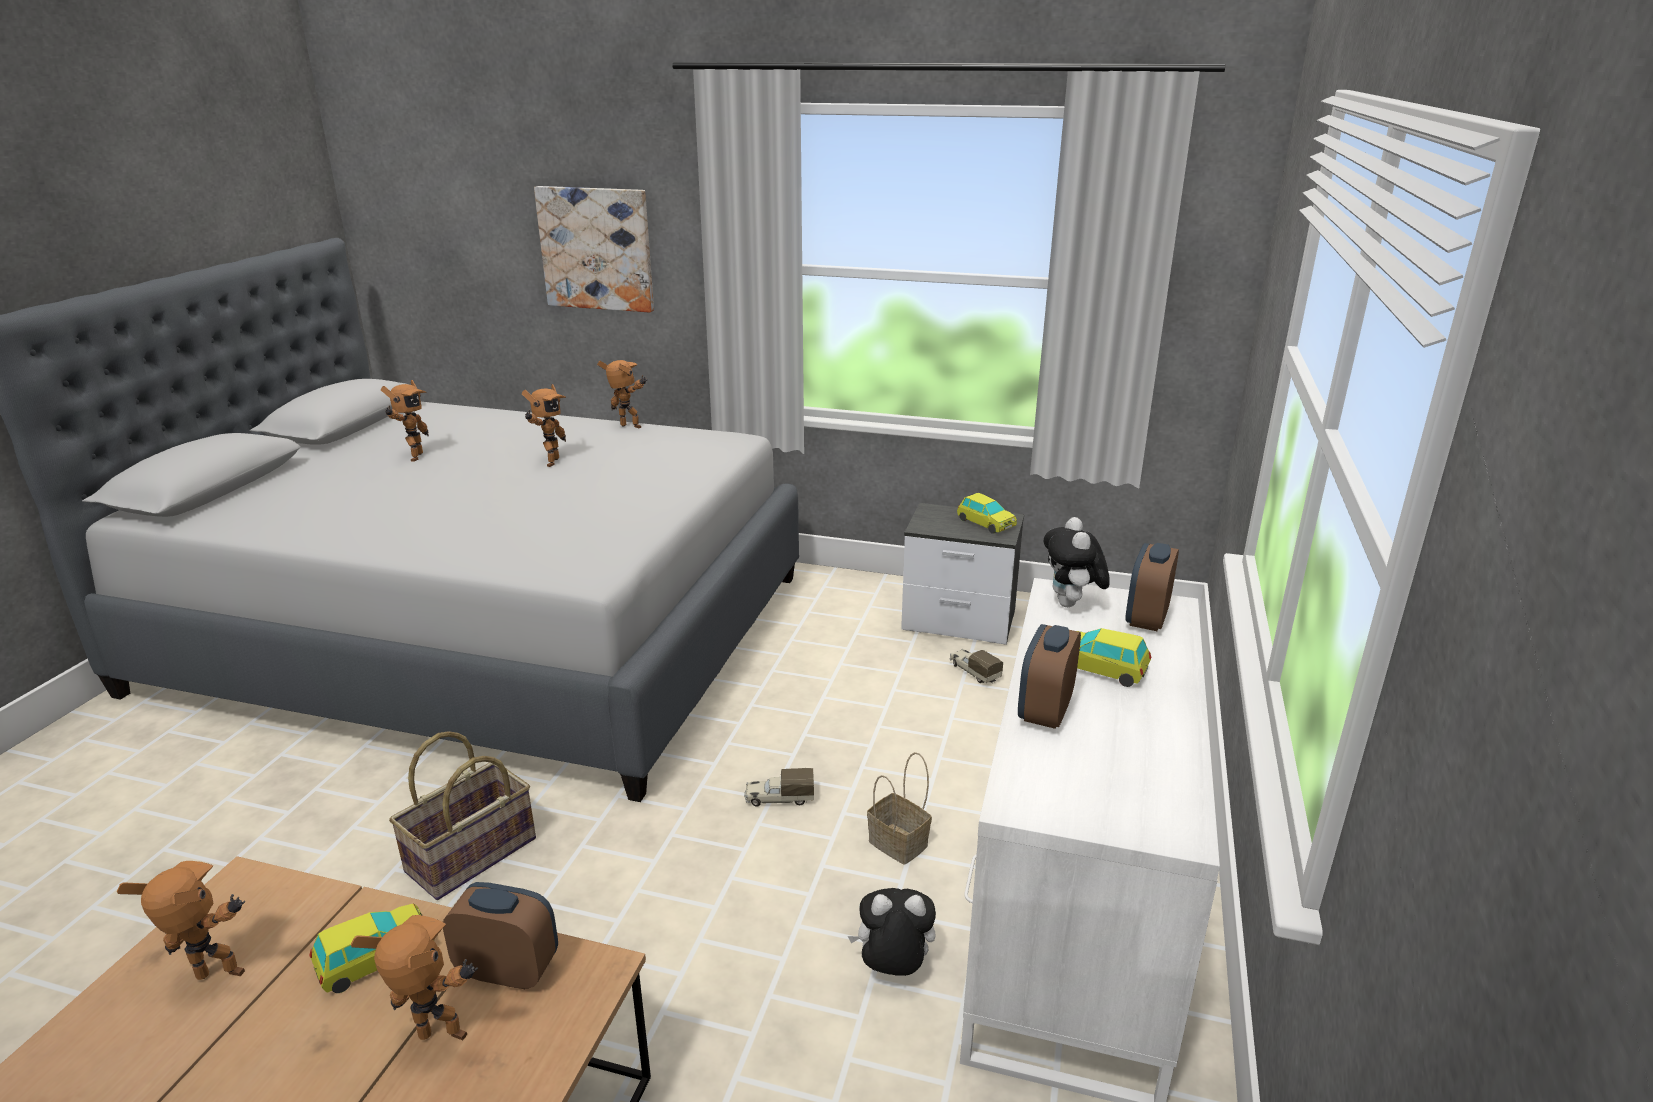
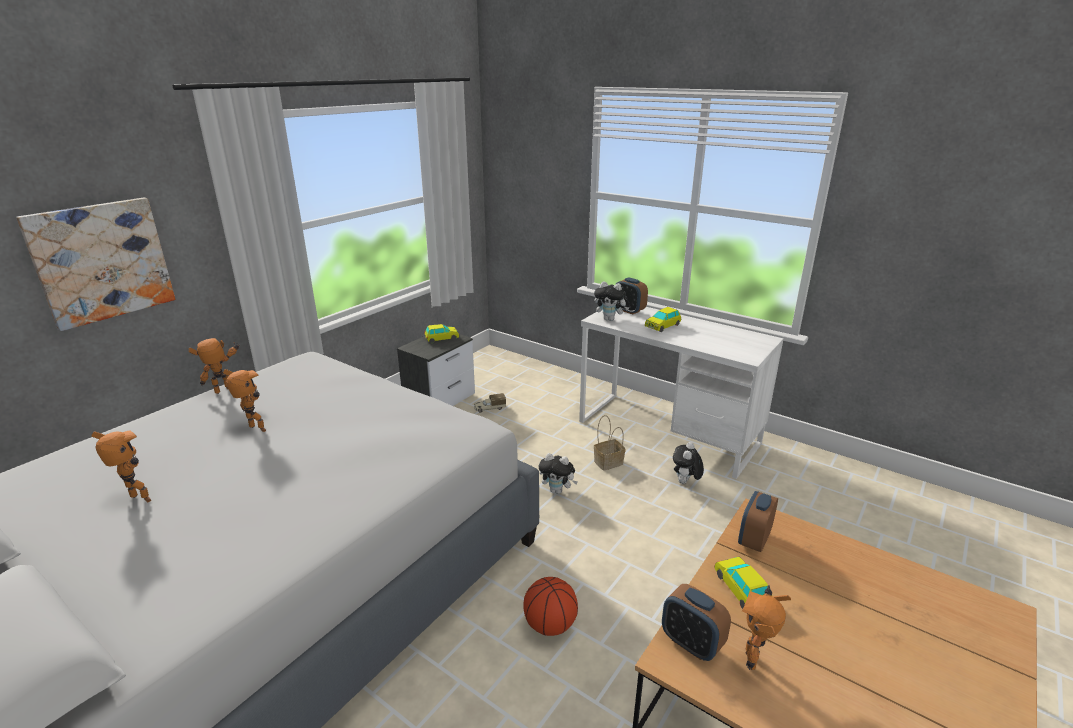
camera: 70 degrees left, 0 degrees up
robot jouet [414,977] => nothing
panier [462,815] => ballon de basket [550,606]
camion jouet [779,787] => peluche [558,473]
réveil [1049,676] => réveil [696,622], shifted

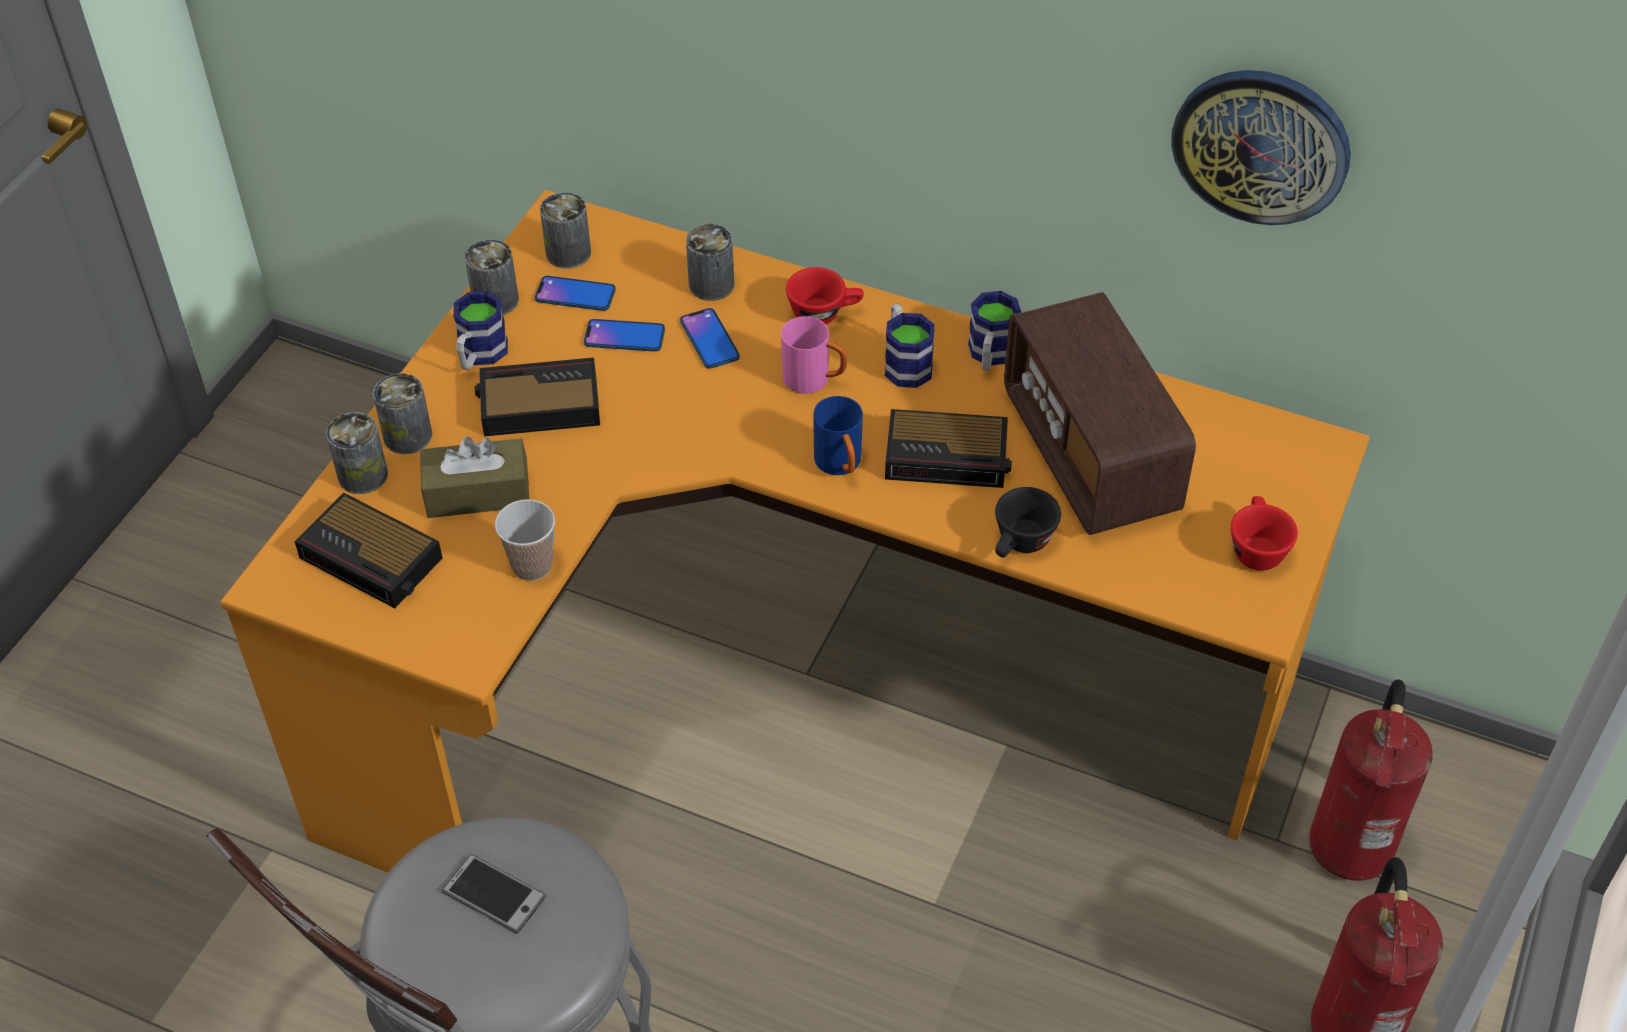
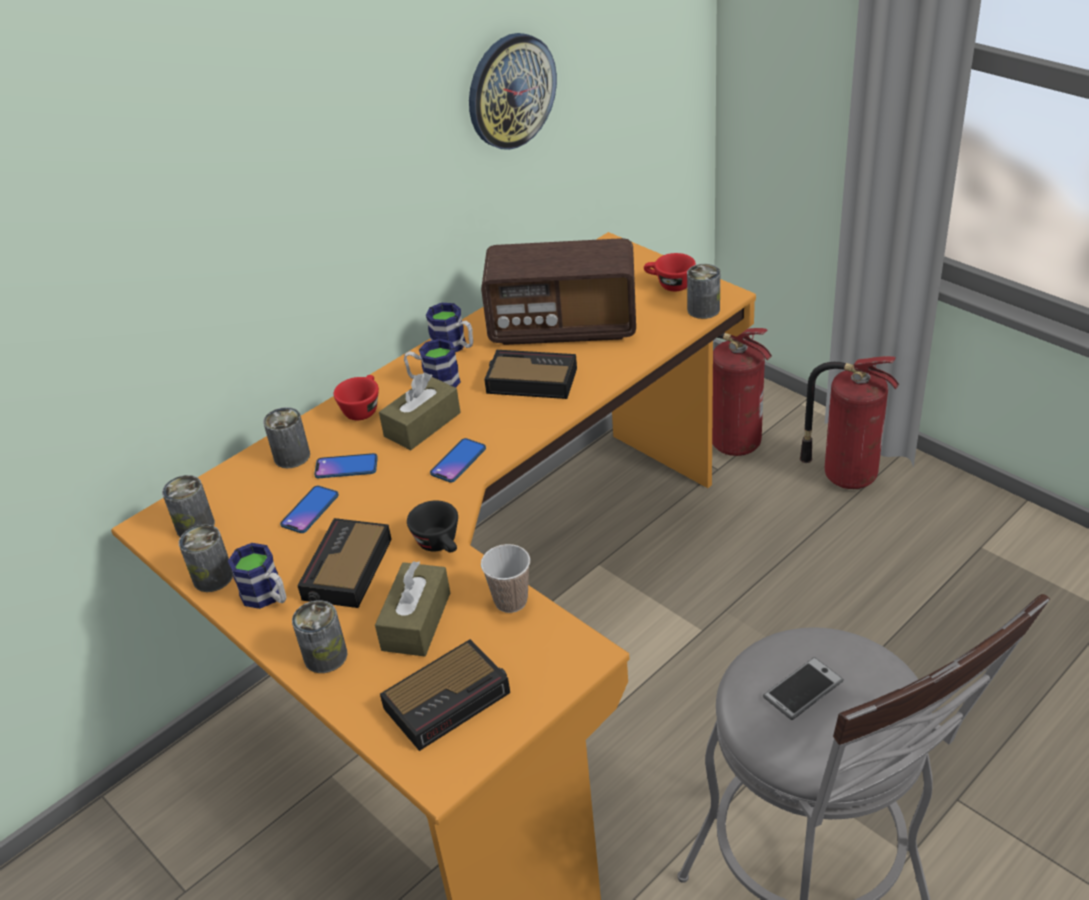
camera: 65 degrees left, 10 degrees down
boîte métallique [357,453] => boîte métallique [703,291], shifted
téléphone [575,293] => téléphone [458,460], shifted
mug (rose) [814,355] => boîte à mouchoirs (marron) [420,411]
mug (bleu) [838,435] => nothing
réveil [948,448] => réveil [530,374], 105 degrees counterclockwise
tasse (noir) [1028,522] => tasse (noir) [432,526], shifted

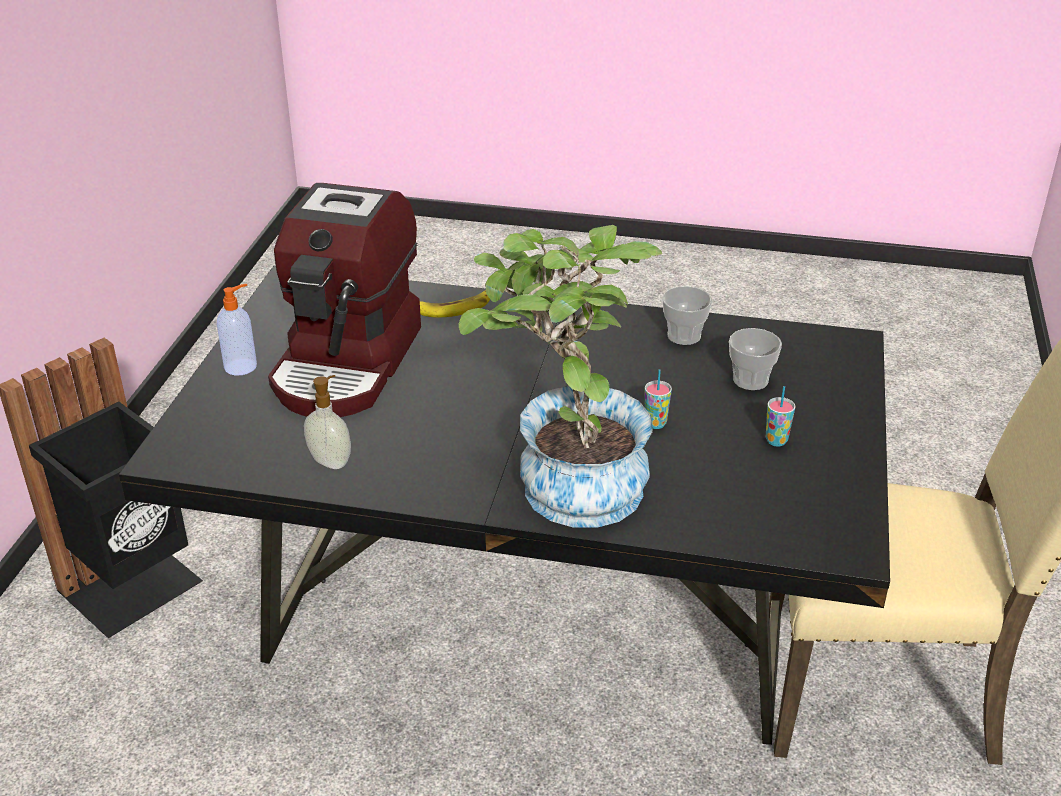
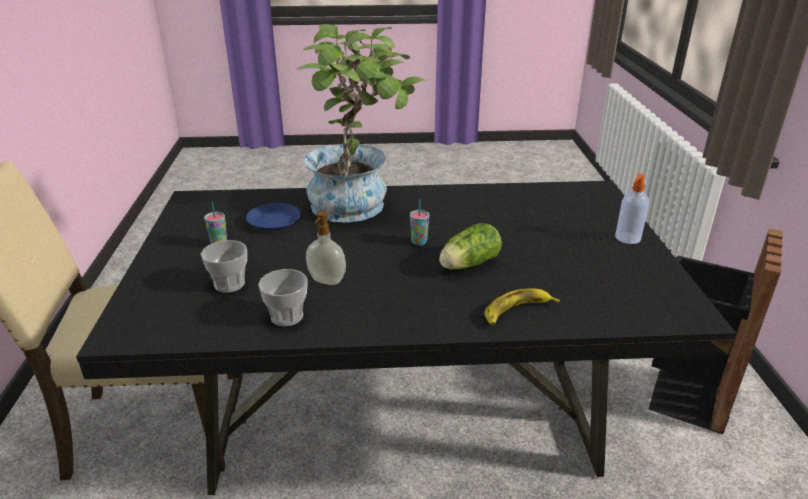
camera: 165 degrees right, 5 degrees down
machine à café [344,300] => nothing
distributeur de savon [327,422] => distributeur de savon [326,247], shifted
tasse [658,399] => tasse [419,222], shifted
nothing => assiette (bleu) [273,217]
nothing => laitue [470,246]

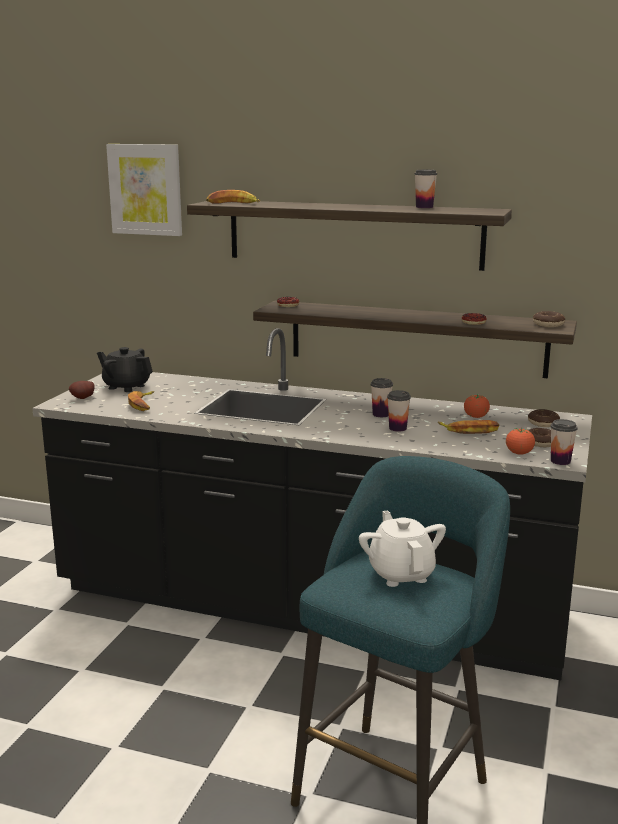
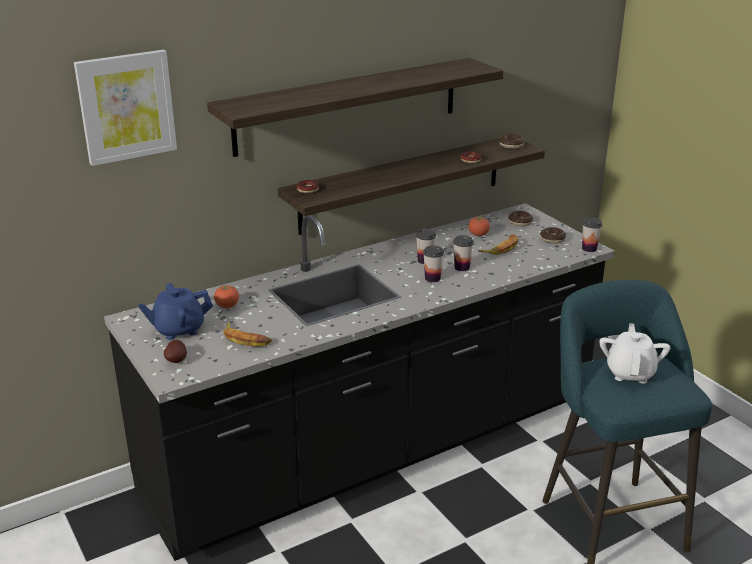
camera: 50 degrees left, 10 degrees up
théière (noir) [125,369] => théière (bleu) [175,311]
banane [233,196] => nothing
théière (blanc) [402,548] => théière (blanc) [635,353], 75 degrees clockwise
tasse [425,189] => tasse [433,264], shifted
tomate [520,441] => tomate [226,296], shifted

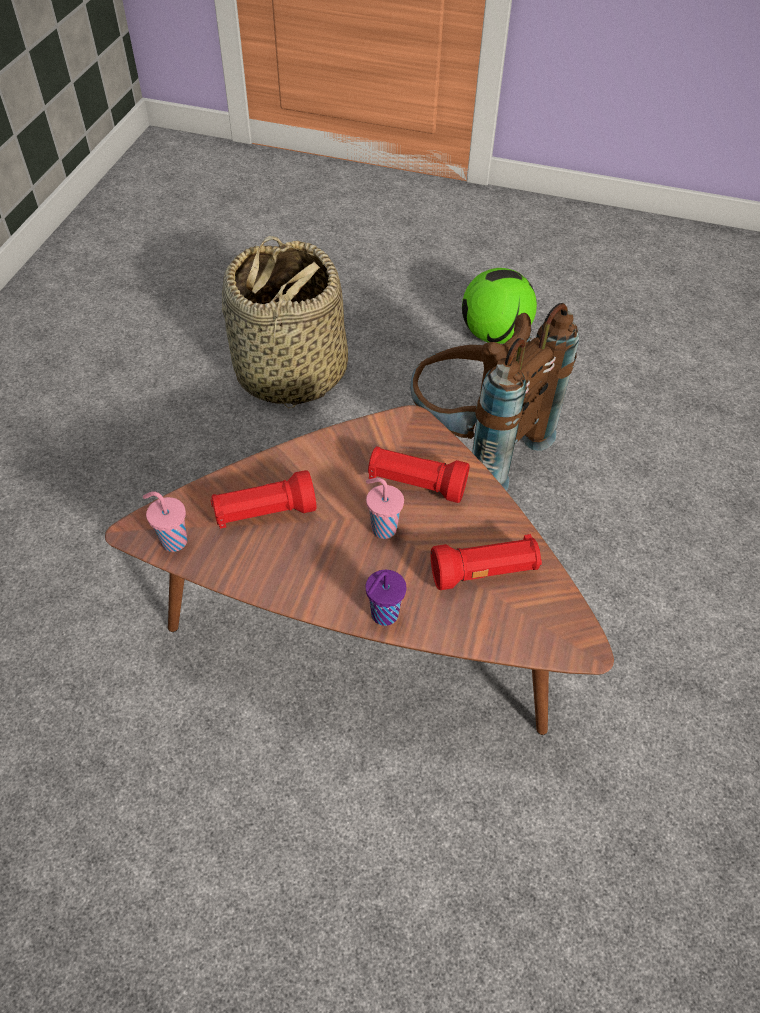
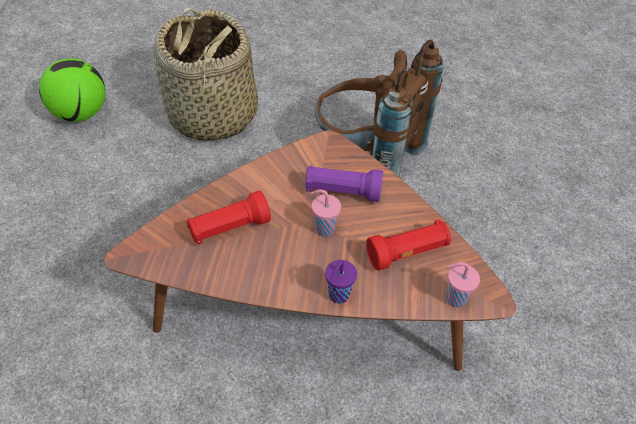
camera: 10 degrees left, 0 degrees up
tasse (rose) [165,521] => tasse (rose) [463,285], shifted
lampe de poche (rouge) [419,474] => lampe de poche (violet) [344,184]
ballon de foot [499,306] => ballon de foot [72,90], shifted

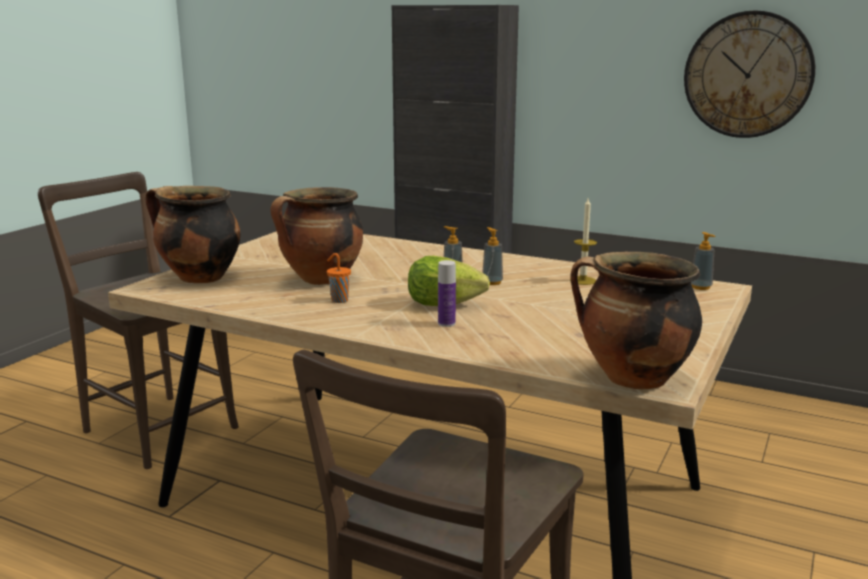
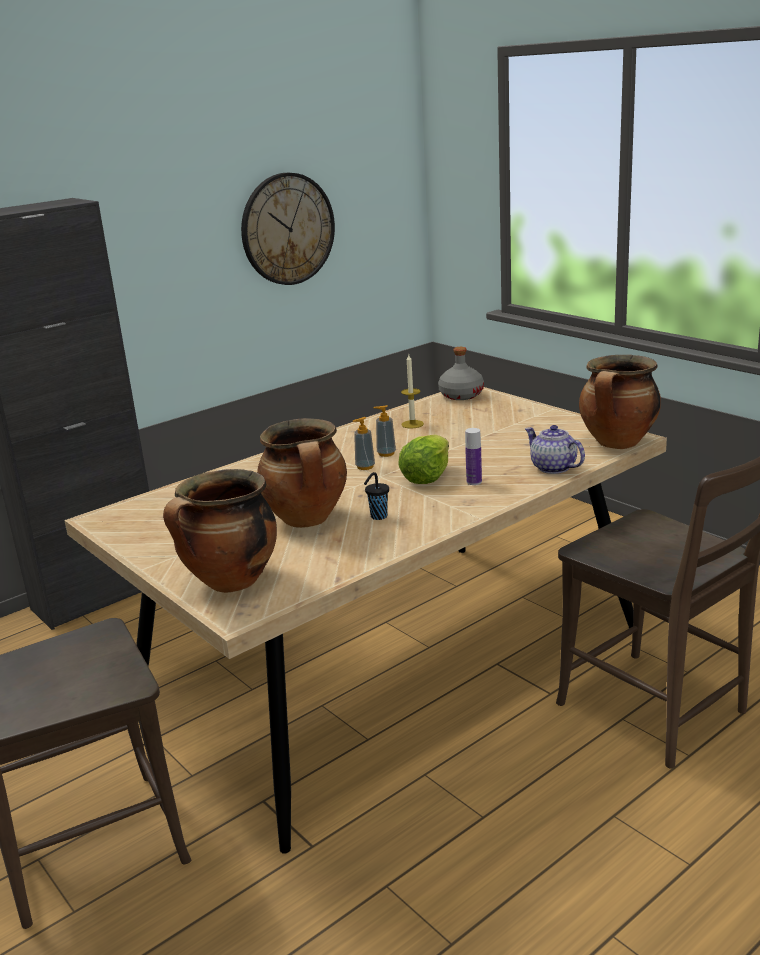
camera: 65 degrees left, 5 degrees up
tasse (orange) [339,278] => tasse (noir) [376,496]
distributeur de savon [703,261] => bouteille (gris) [461,373]
nothing => théière [555,449]

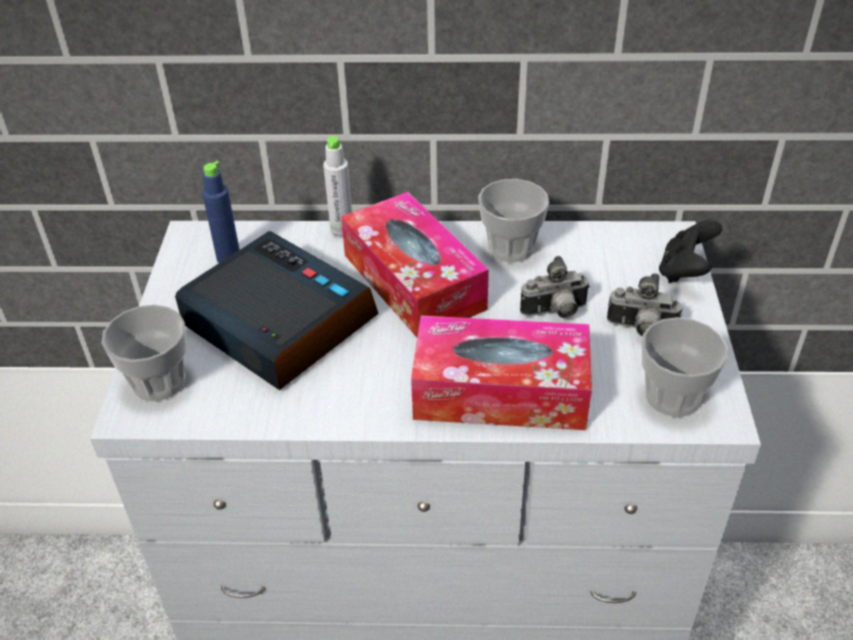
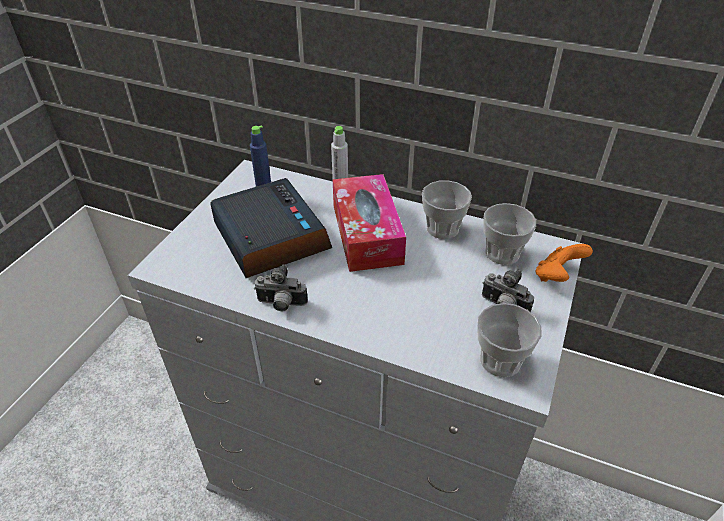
camera: 20 degrees right, 0 degrees up
tasse [143,353] => tasse [509,234], shifted
boîte à mouchoirs [501,373] => nothing
appareil photo [555,287] => appareil photo [281,288], shifted
manette (noir) [690,251] => manette (orange) [564,263]

